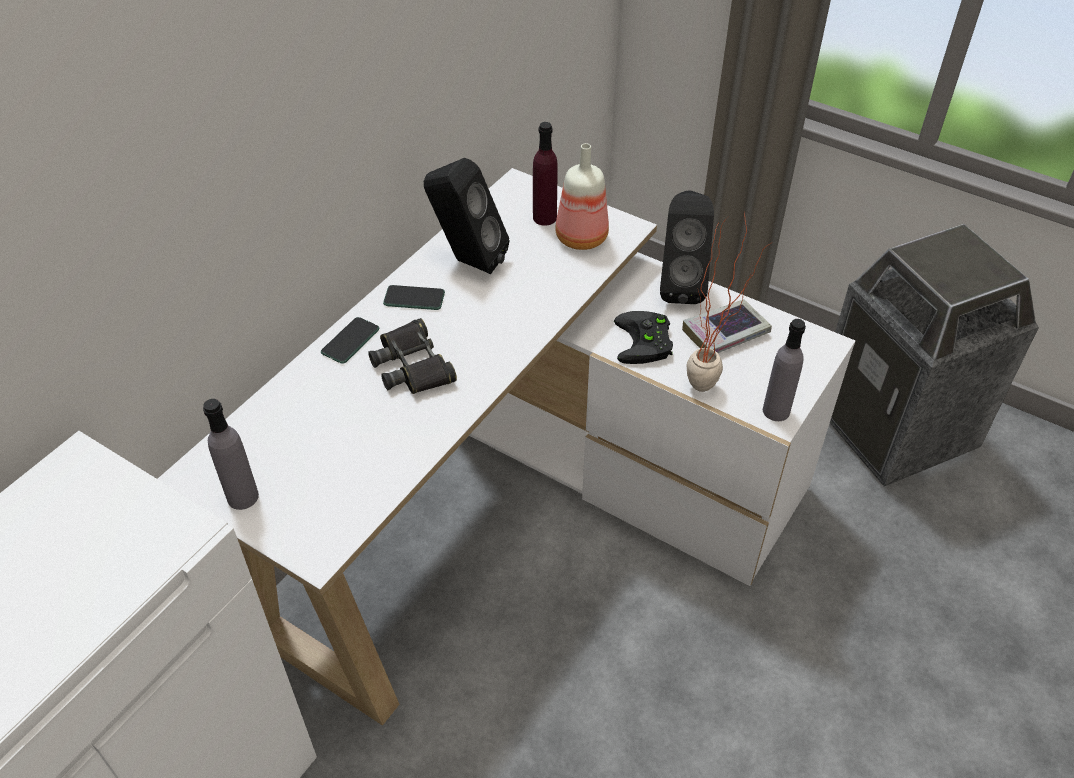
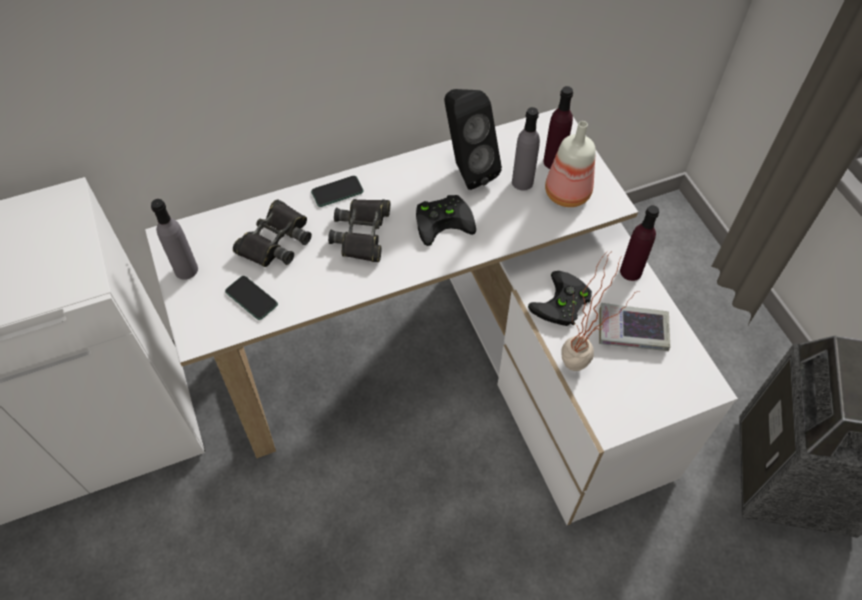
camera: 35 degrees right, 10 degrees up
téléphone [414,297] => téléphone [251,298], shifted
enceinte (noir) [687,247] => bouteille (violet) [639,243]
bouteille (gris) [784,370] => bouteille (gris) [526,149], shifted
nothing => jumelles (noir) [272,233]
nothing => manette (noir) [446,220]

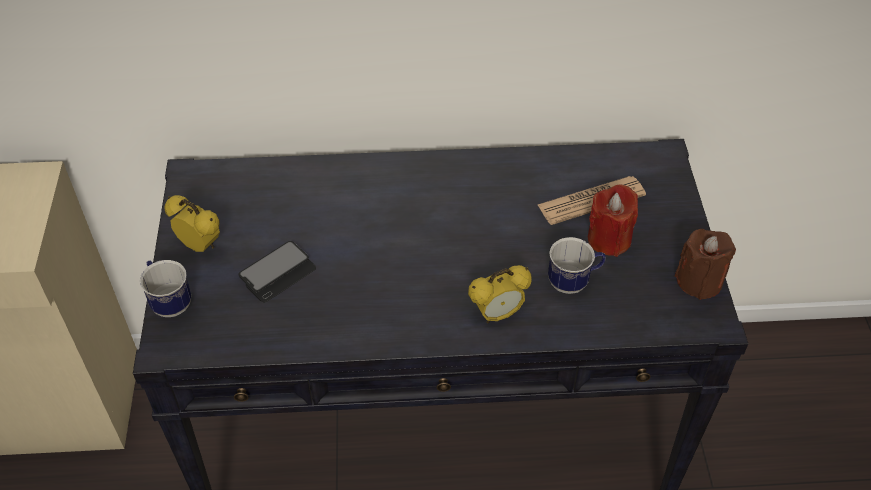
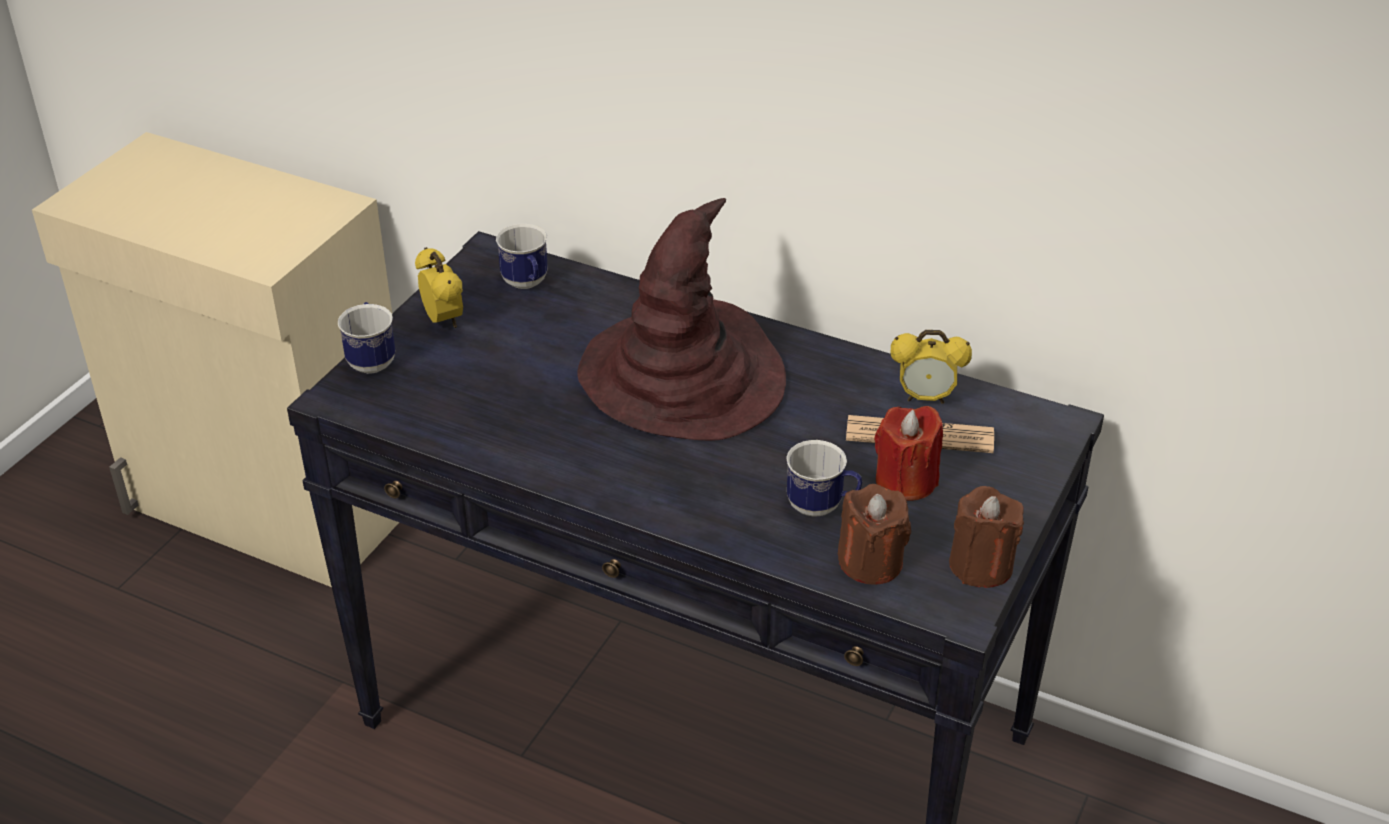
camera: 30 degrees right, 10 degrees down
téléphone [277,272] => nothing
réveil [499,294] => réveil [931,367], shifted
nothing => mug [522,256]
nothing => chapeau (marron) [682,319]
nothing => bougie (marron) [874,534]

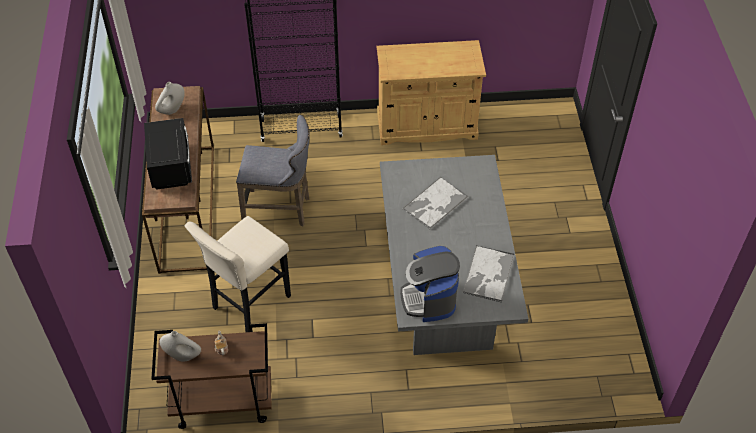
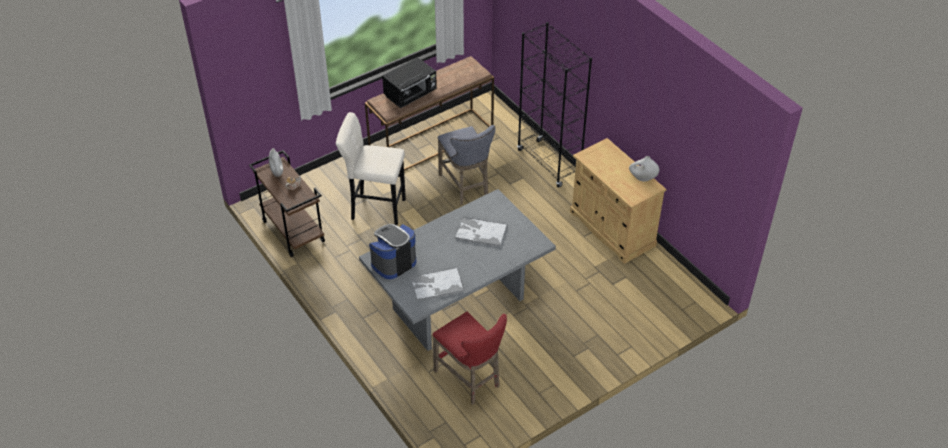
camera: 60 degrees right, 5 degrees down
vase (blanc) [170,98] => vase (blanc) [644,169], shifted
nothing => tabouret (rouge) [469,358]

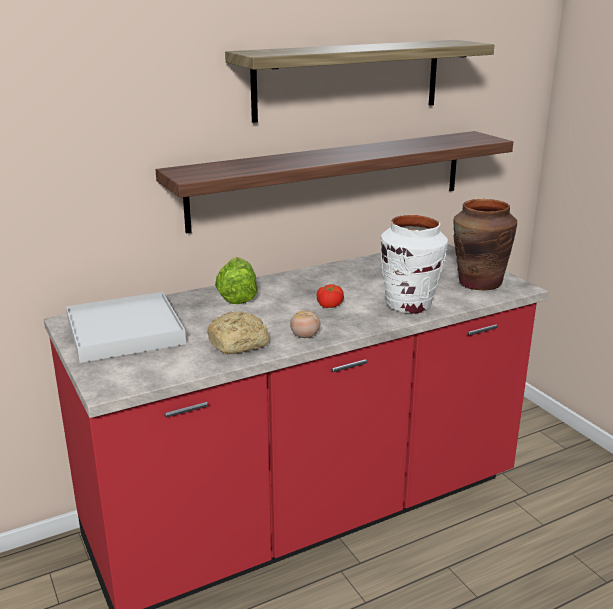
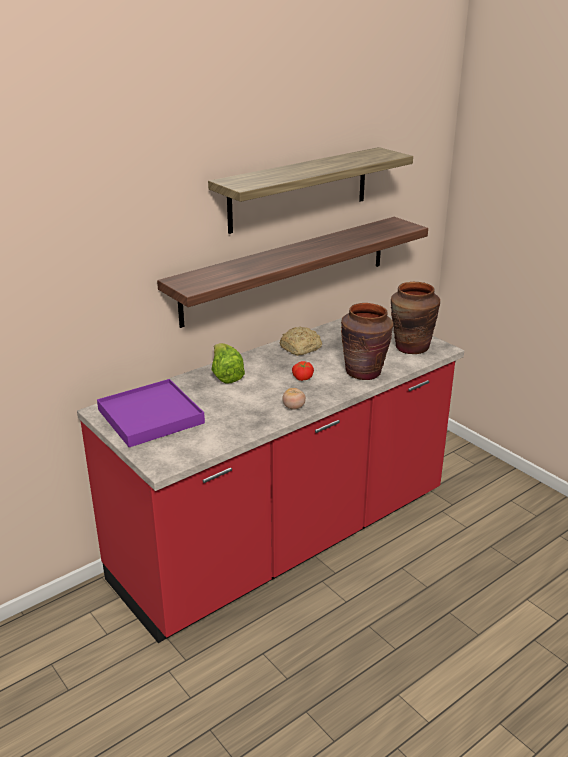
camera: 10 degrees left, 5 degrees up
plateau (blanc) [126,327] => plateau (violet) [151,413]
pain [238,332] => pain [301,341], shifted
vase (blanc) [414,264] => vase (marron) [367,341]

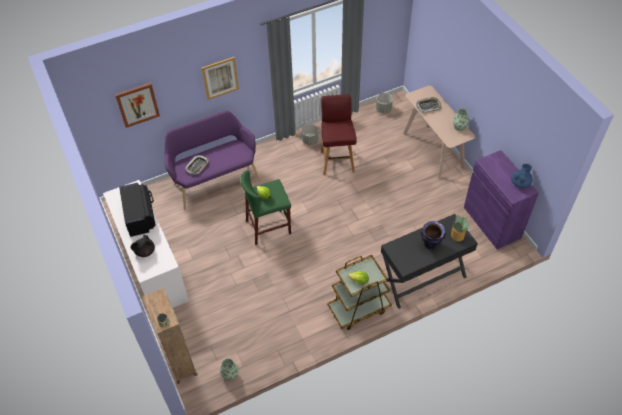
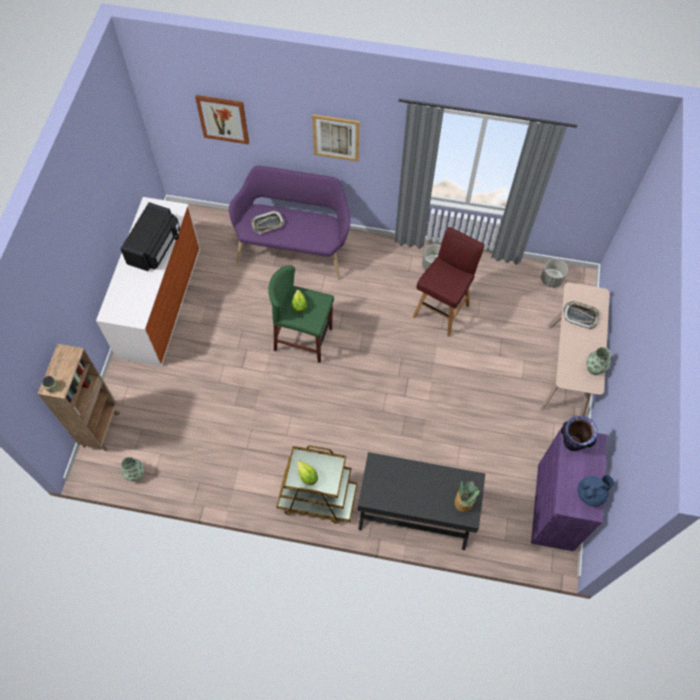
camera: 35 degrees right, 10 degrees up
théière (noir) [143,246] => nothing
vase [433,235] => vase [579,433], shifted

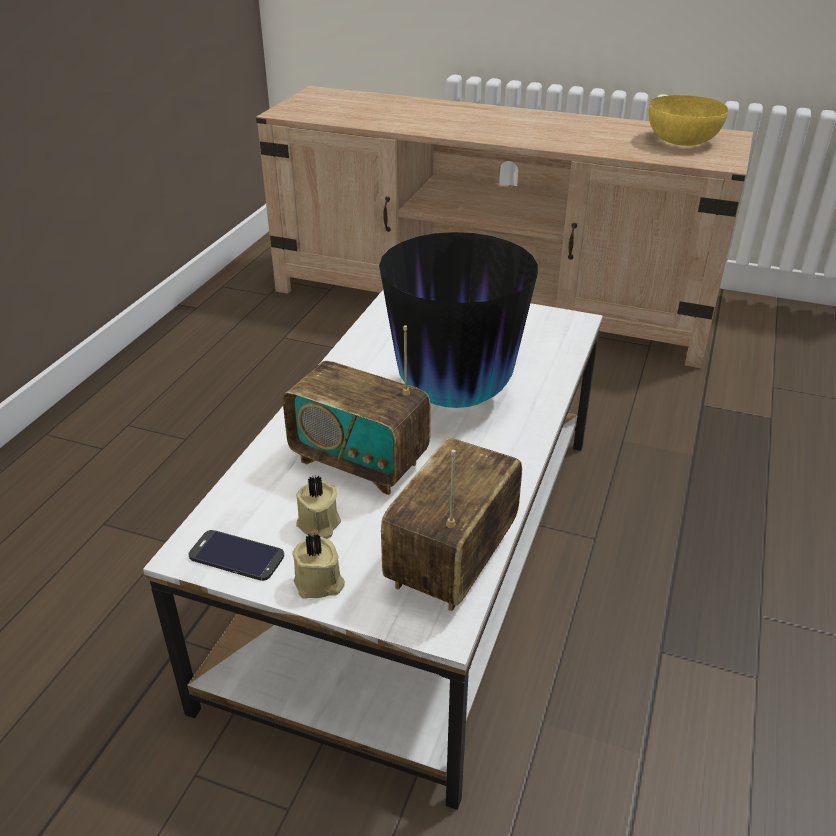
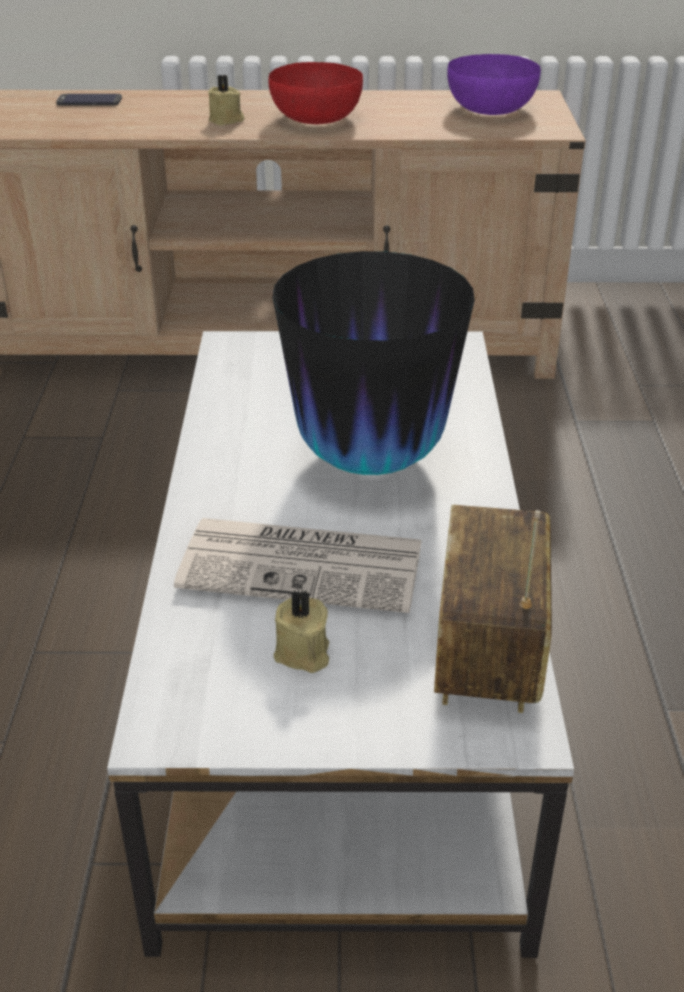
camera: 20 degrees left, 0 degrees up
téléphone [236,555] => téléphone [89,99], shifted
radio [357,410] => journal [298,565]
bougie (beige) [318,566] => bougie (beige) [226,100], shifted
bol (jaune) [688,120] => bol (violet) [494,84]
nothing => bol (rouge) [315,93]

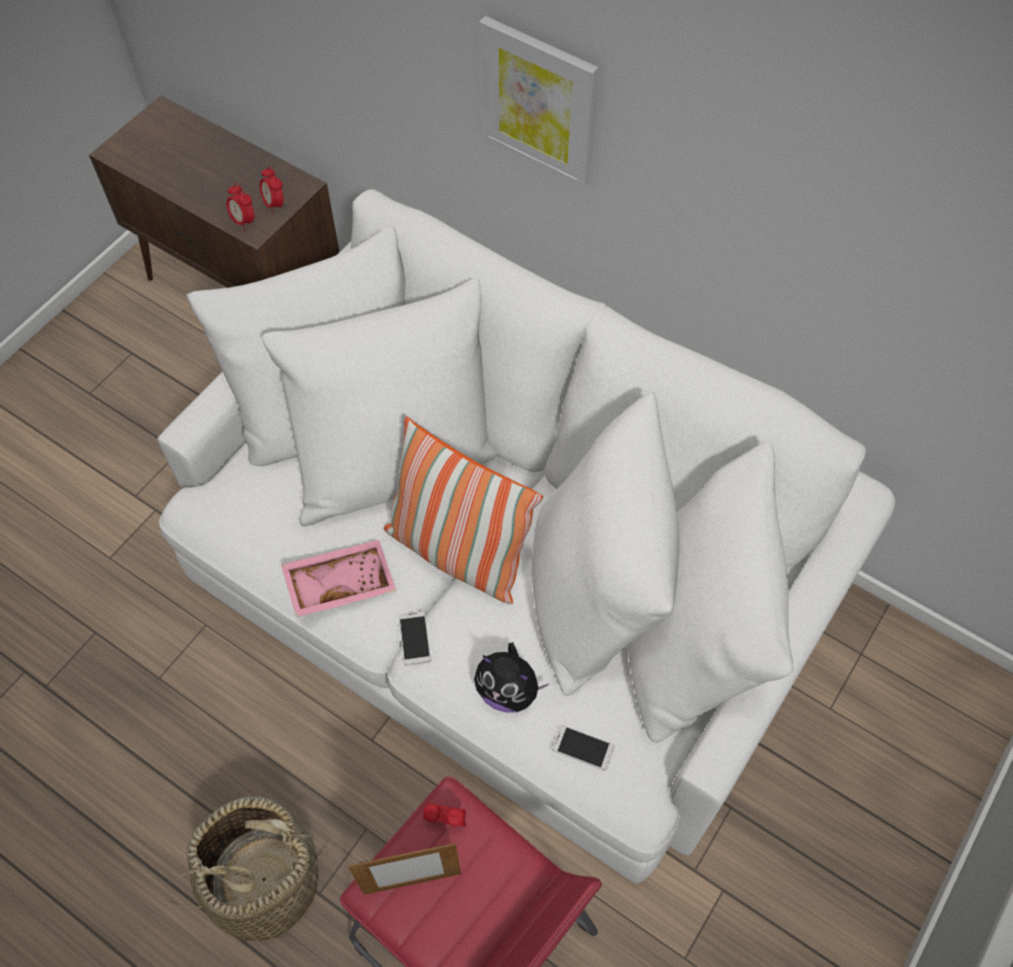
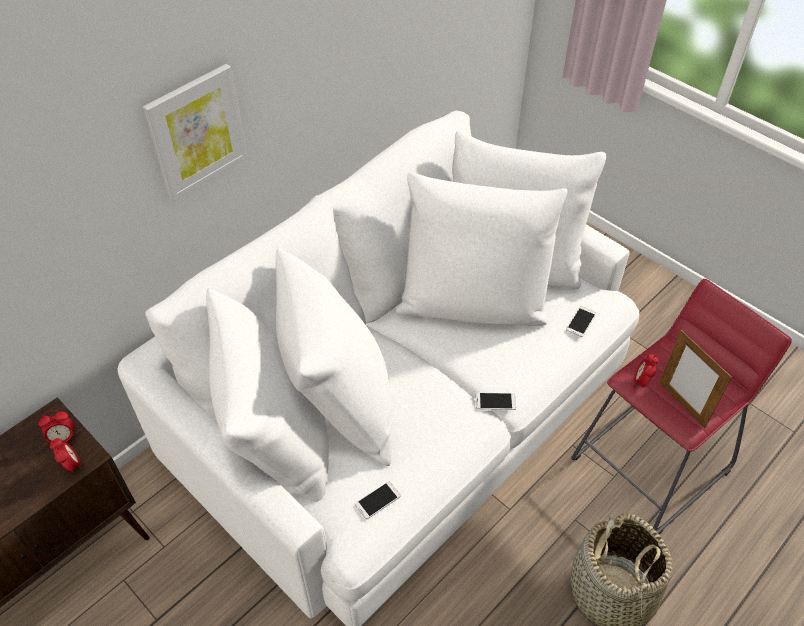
camera: 80 degrees left, 10 degrees down
réveil [240,207] => réveil [66,455], 90 degrees counterclockwise
plateau (rose) [338,578] => nothing
cadre photo [404,869] => cadre photo [695,379], 150 degrees clockwise
coussin [463,510] => nothing
peluche [511,677] => nothing
nothing => téléphone [378,500]

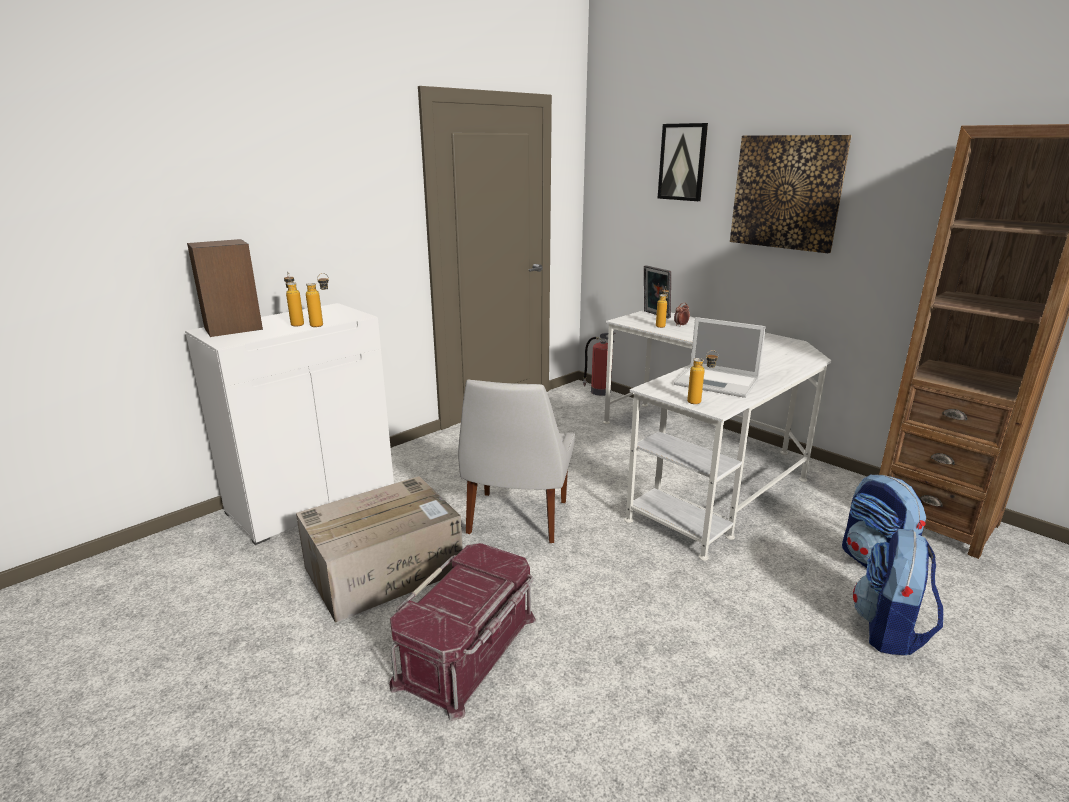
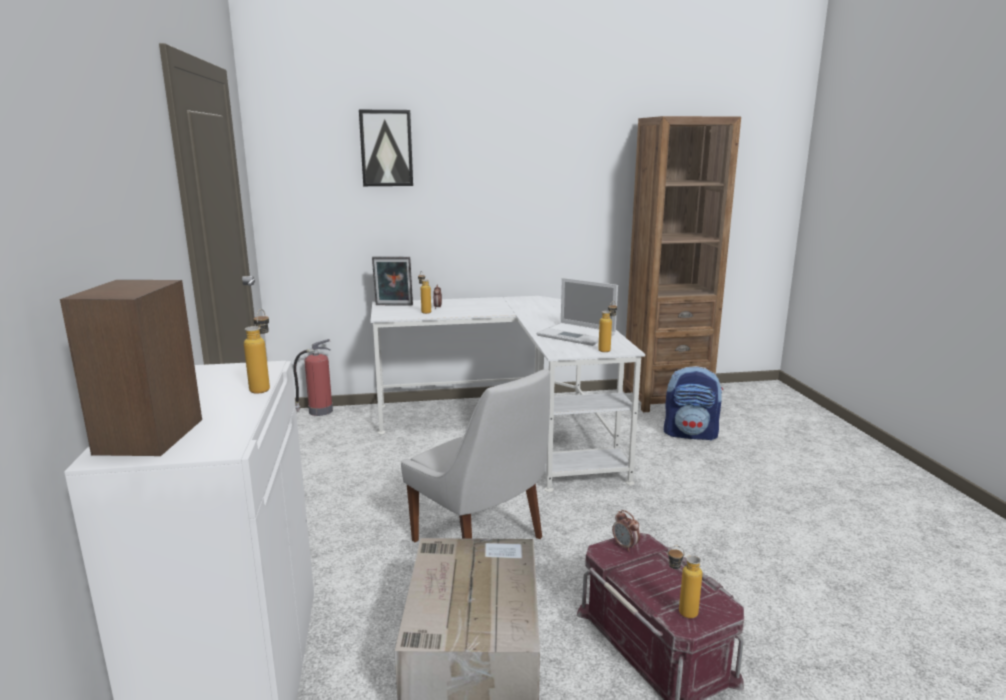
camera: 55 degrees left, 5 degrees down
bouteille [294,299] => bouteille [684,582], shifted
ordinateur portable [720,357] => ordinateur portable [577,312], 60 degrees clockwise
tableau [791,194] => nothing
sac à dos [898,592] => nothing
nothing => réveil [626,531]

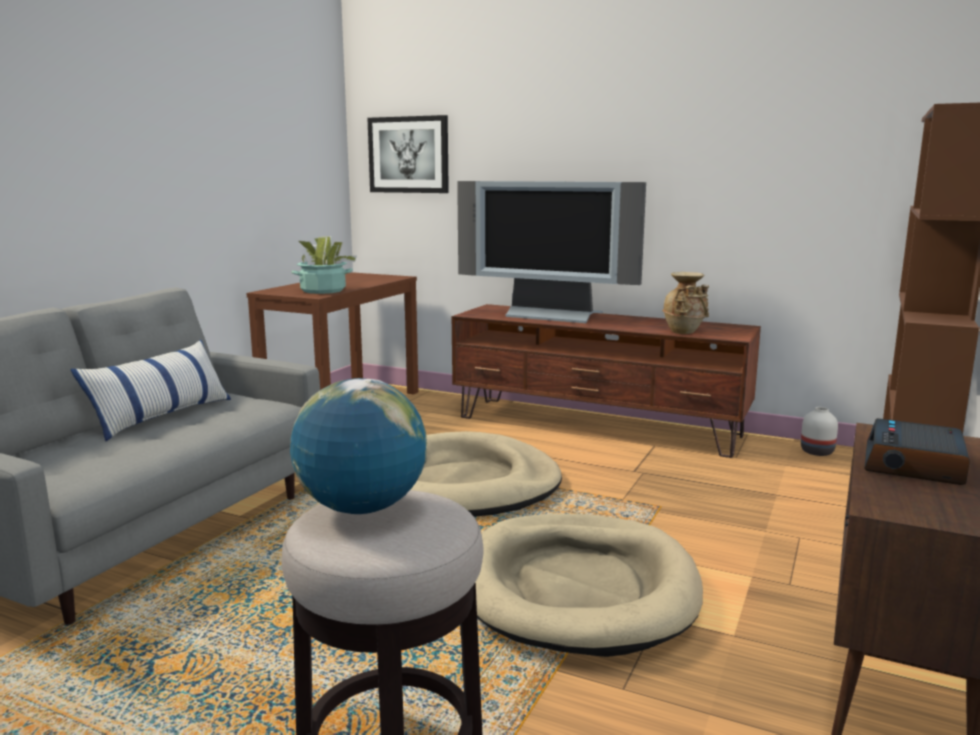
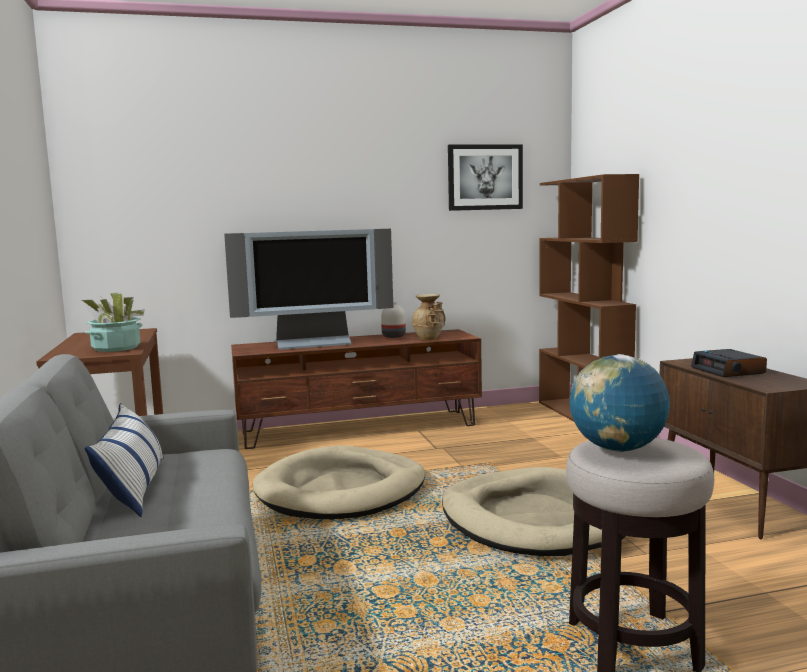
camera: 40 degrees left, 5 degrees down
tableau [408,154] => tableau [485,177], shifted
vase (blanc) [819,431] => vase (blanc) [393,320], shifted

